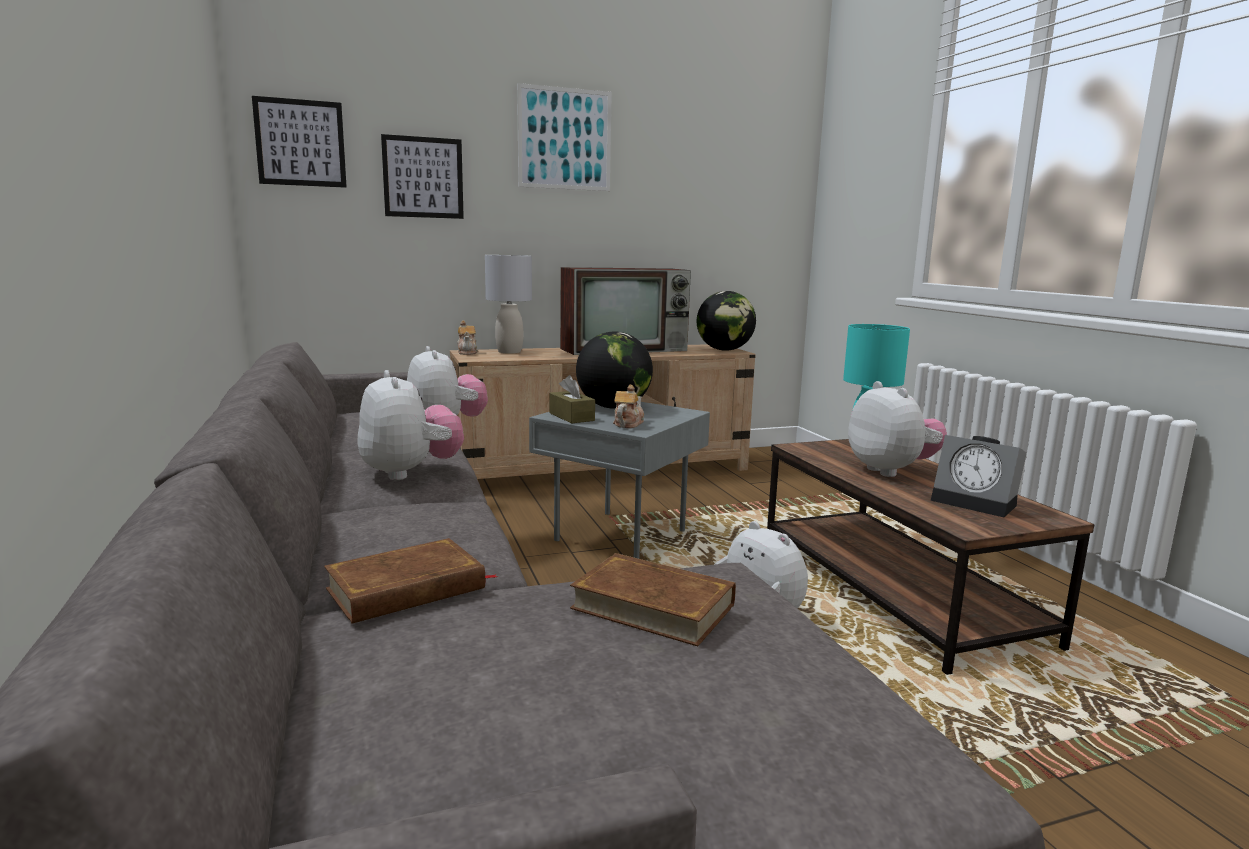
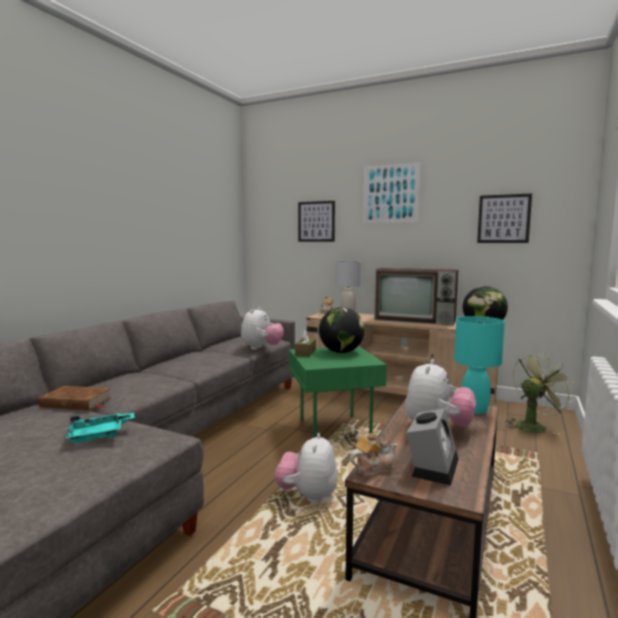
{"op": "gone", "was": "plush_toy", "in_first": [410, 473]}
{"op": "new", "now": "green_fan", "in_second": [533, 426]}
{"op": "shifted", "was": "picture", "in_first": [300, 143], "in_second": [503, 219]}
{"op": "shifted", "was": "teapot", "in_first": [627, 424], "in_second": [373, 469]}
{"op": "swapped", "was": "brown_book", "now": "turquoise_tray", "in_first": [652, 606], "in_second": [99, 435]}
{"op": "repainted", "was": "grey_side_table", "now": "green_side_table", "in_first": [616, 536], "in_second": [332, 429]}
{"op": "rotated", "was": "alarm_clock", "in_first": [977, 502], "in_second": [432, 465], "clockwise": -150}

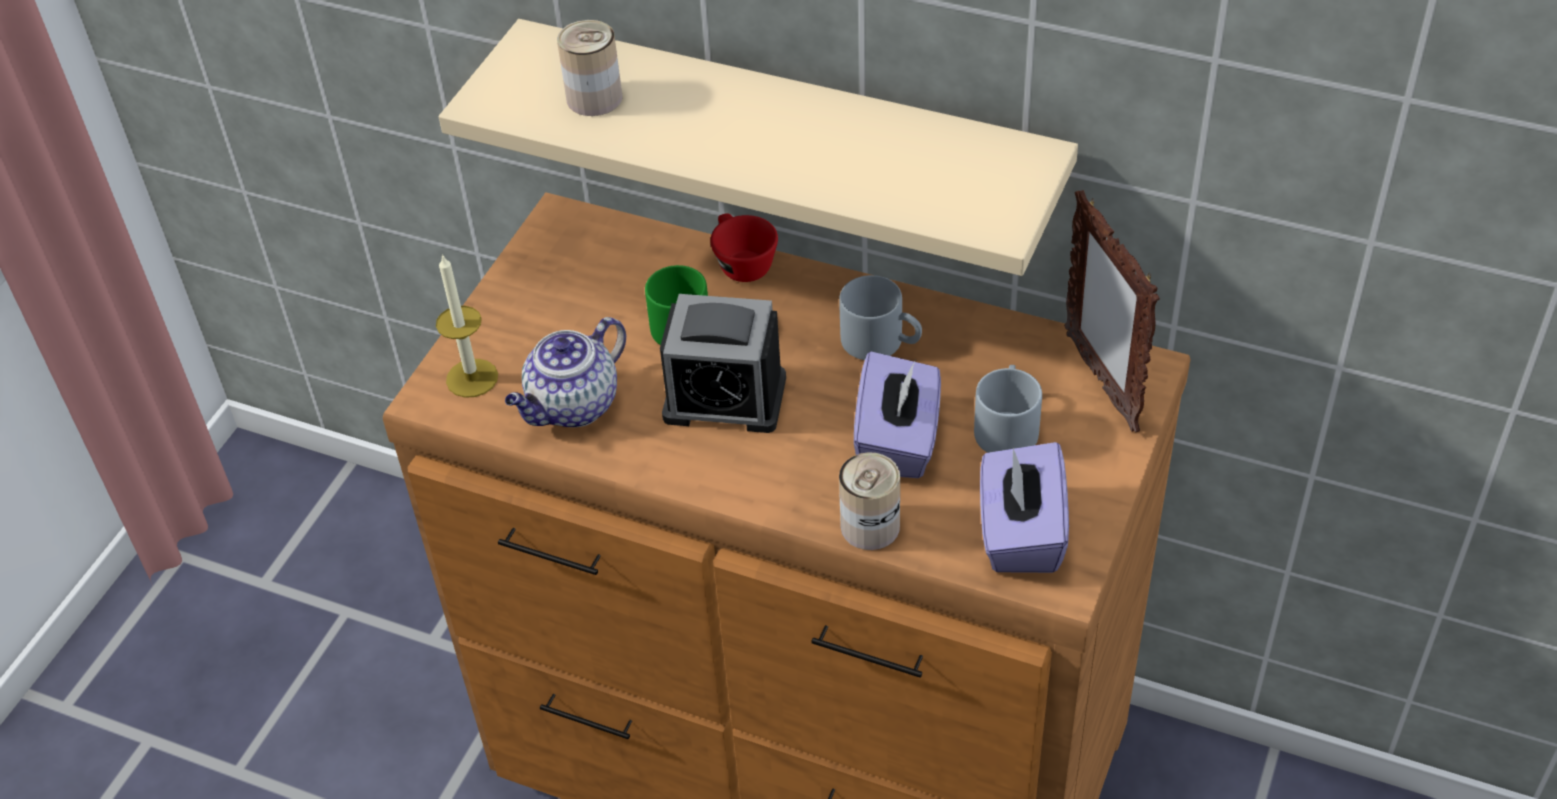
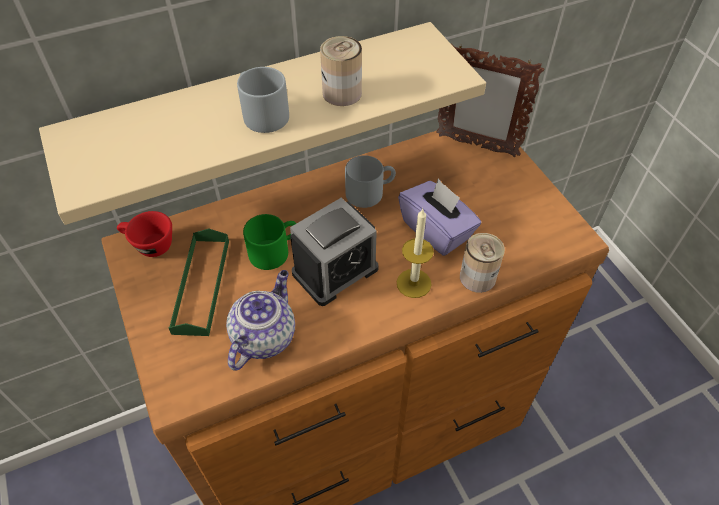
{"op": "gone", "was": "purple_tissue_box", "in_first": [1020, 534]}
{"op": "new", "now": "green_tray", "in_second": [201, 285]}
{"op": "shifted", "was": "candle", "in_first": [472, 378], "in_second": [413, 283]}
{"op": "shifted", "was": "can", "in_first": [594, 98], "in_second": [342, 93]}
{"op": "shifted", "was": "red_cup", "in_first": [741, 263], "in_second": [149, 245]}
{"op": "shifted", "was": "grey_mug", "in_first": [1005, 425], "in_second": [261, 113]}
{"op": "rotated", "was": "teapot", "in_first": [573, 407], "in_second": [264, 336], "clockwise": -150}

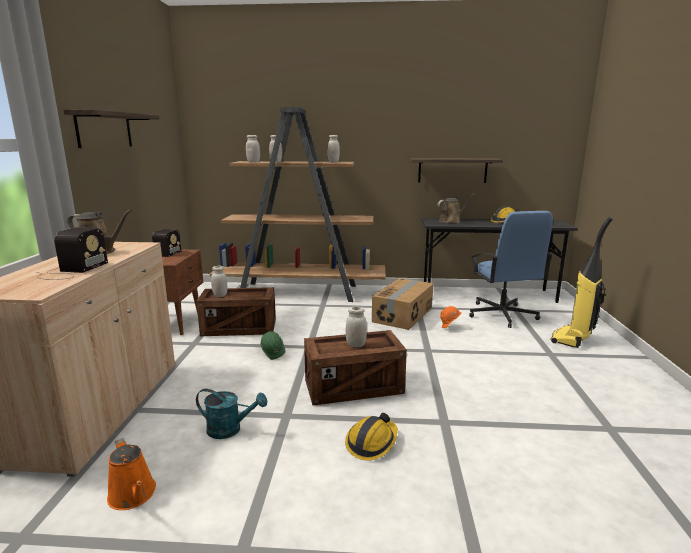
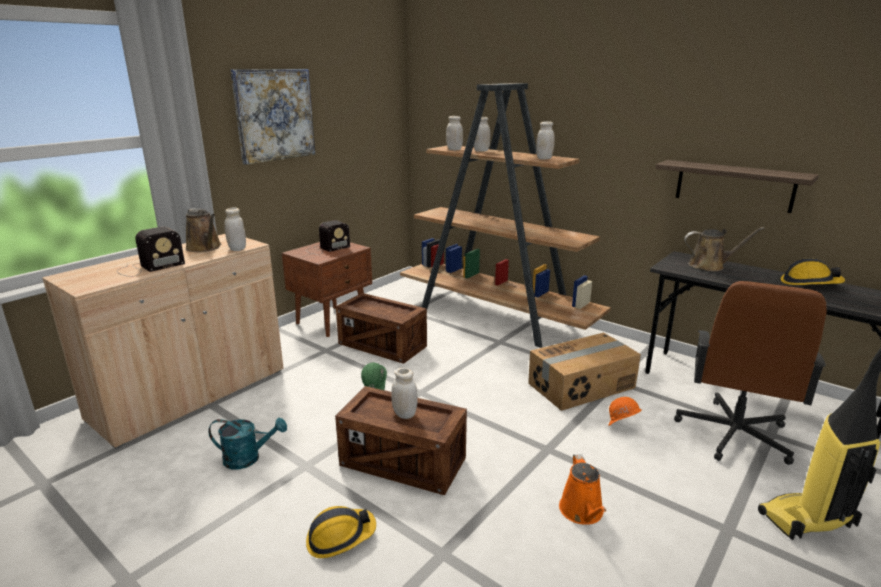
{"op": "shifted", "was": "orange_watering_can", "in_first": [133, 496], "in_second": [582, 512]}
{"op": "shifted", "was": "white_jar", "in_first": [220, 295], "in_second": [237, 249]}
{"op": "swapped", "was": "shelf", "now": "picture", "in_first": [104, 130], "in_second": [274, 115]}
{"op": "repainted", "was": "blue_office_chair", "now": "brown_office_chair", "in_first": [502, 315], "in_second": [733, 434]}
{"op": "rotated", "was": "turquoise_watering_can", "in_first": [230, 429], "in_second": [248, 458], "clockwise": -45}

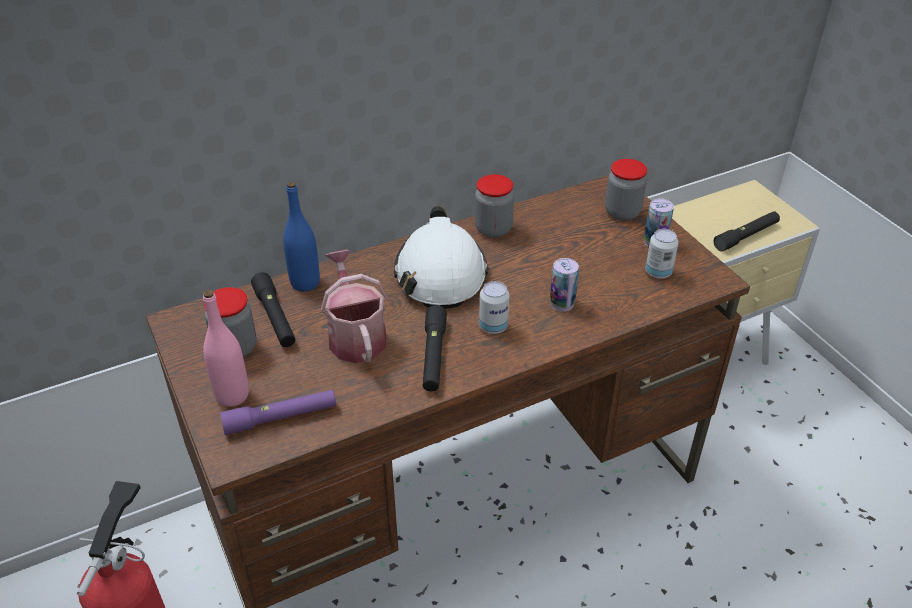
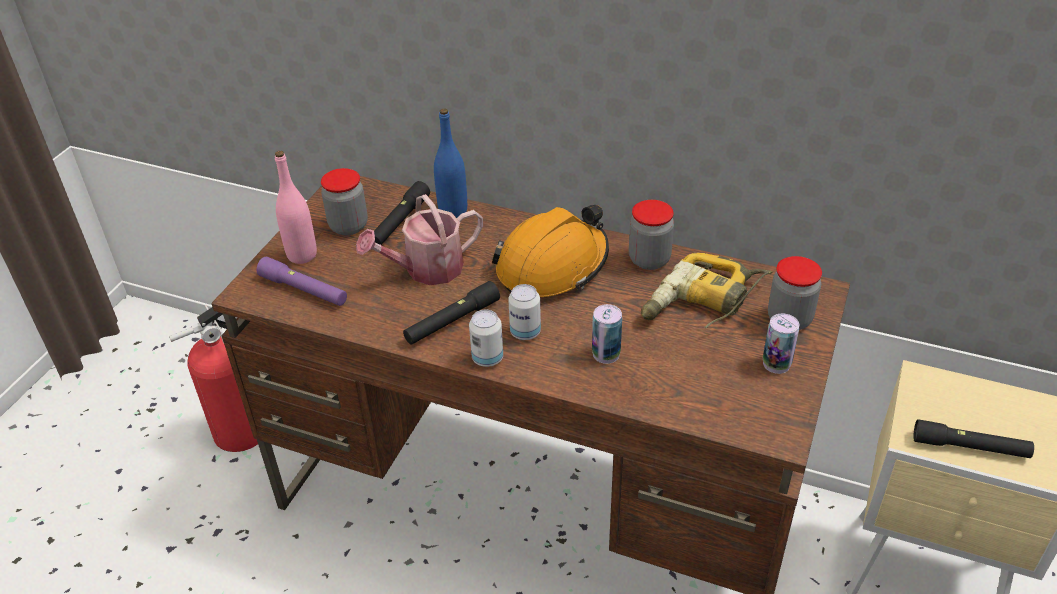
{"op": "new", "now": "power_drill", "in_second": [703, 304]}
{"op": "shifted", "was": "can", "in_first": [658, 272], "in_second": [487, 358]}
{"op": "repainted", "was": "white_hard_hat", "now": "orange_hard_hat", "in_first": [440, 273], "in_second": [552, 266]}
{"op": "rotated", "was": "watering_can", "in_first": [355, 335], "in_second": [426, 270], "clockwise": -150}

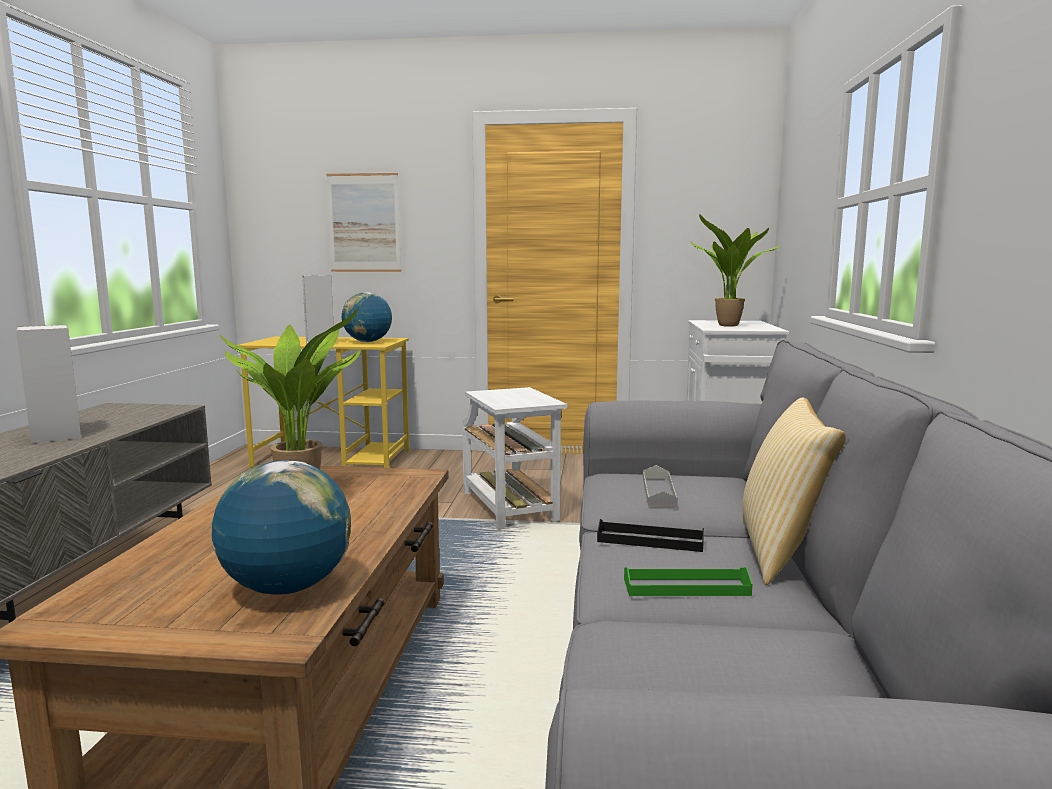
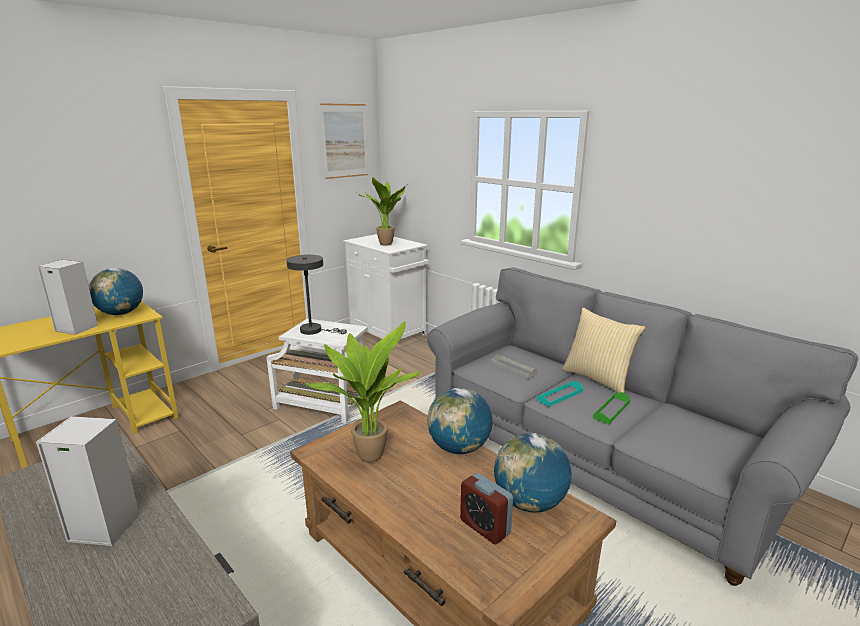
{"op": "new", "now": "grey_table_lamp", "in_second": [315, 330]}
{"op": "new", "now": "globe", "in_second": [459, 448]}
{"op": "new", "now": "alarm_clock", "in_second": [485, 527]}
{"op": "shifted", "was": "picture", "in_first": [364, 223], "in_second": [345, 141]}
{"op": "repainted", "was": "black_tray", "now": "turquoise_tray", "in_first": [650, 540], "in_second": [560, 395]}

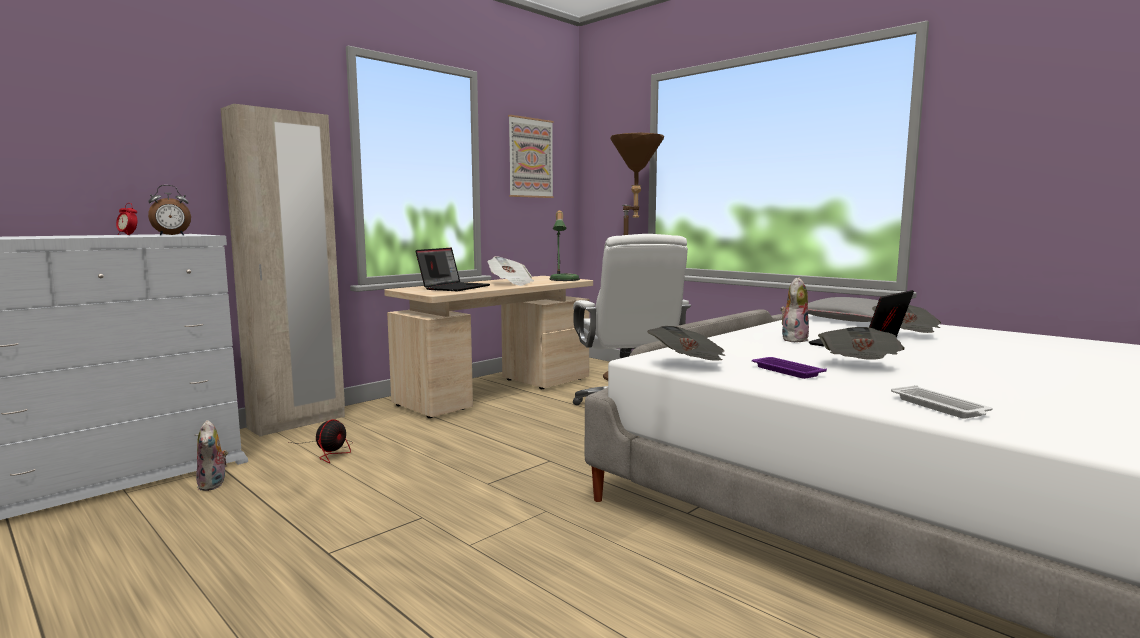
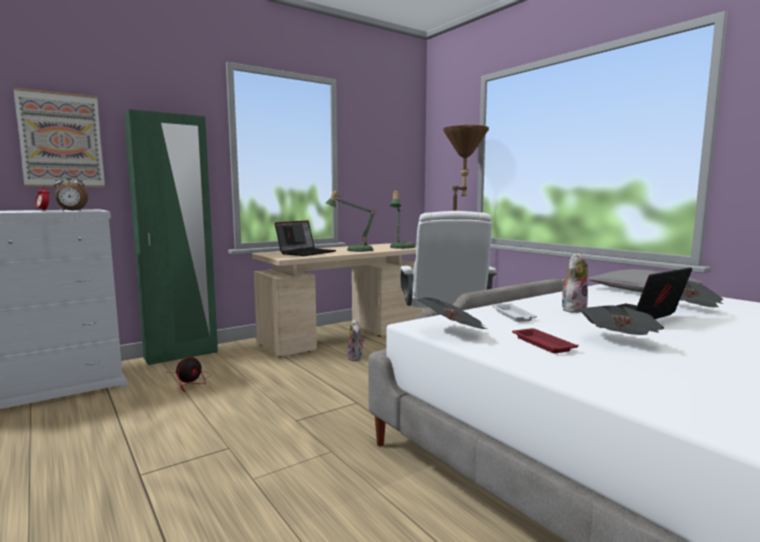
{"op": "shifted", "was": "plush_toy", "in_first": [214, 484], "in_second": [356, 358]}
{"op": "shifted", "was": "picture", "in_first": [530, 158], "in_second": [61, 140]}
{"op": "shifted", "was": "white_tray", "in_first": [940, 407], "in_second": [513, 316]}
{"op": "swapped", "was": "newspaper", "now": "table_lamp", "in_first": [511, 283], "in_second": [355, 250]}
{"op": "repainted", "was": "beige_wardrobe", "now": "green_wardrobe", "in_first": [297, 422], "in_second": [181, 355]}
{"op": "repainted", "was": "purple_tray", "now": "red_tray", "in_first": [786, 371], "in_second": [541, 344]}

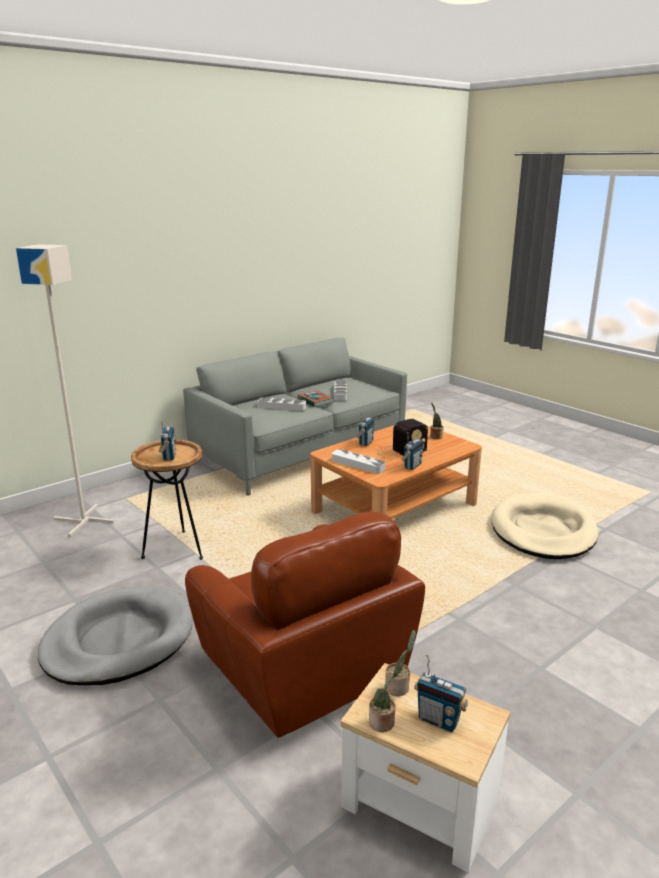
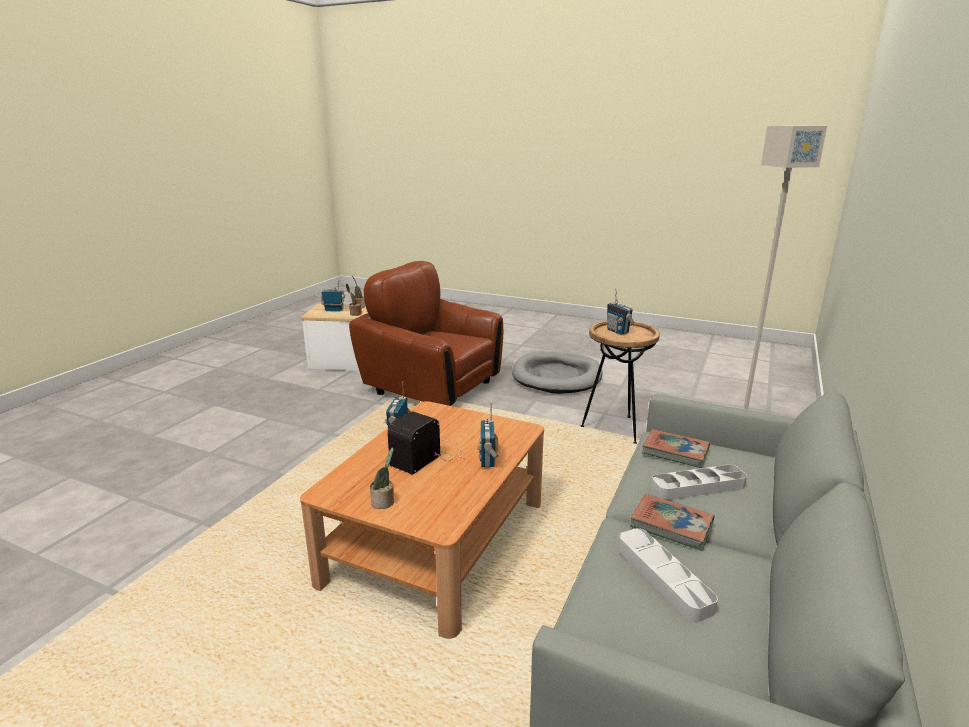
{"op": "gone", "was": "grey_tray", "in_first": [358, 464]}
{"op": "gone", "was": "beige_dog_bed", "in_first": [542, 531]}
{"op": "new", "now": "book", "in_second": [675, 452]}

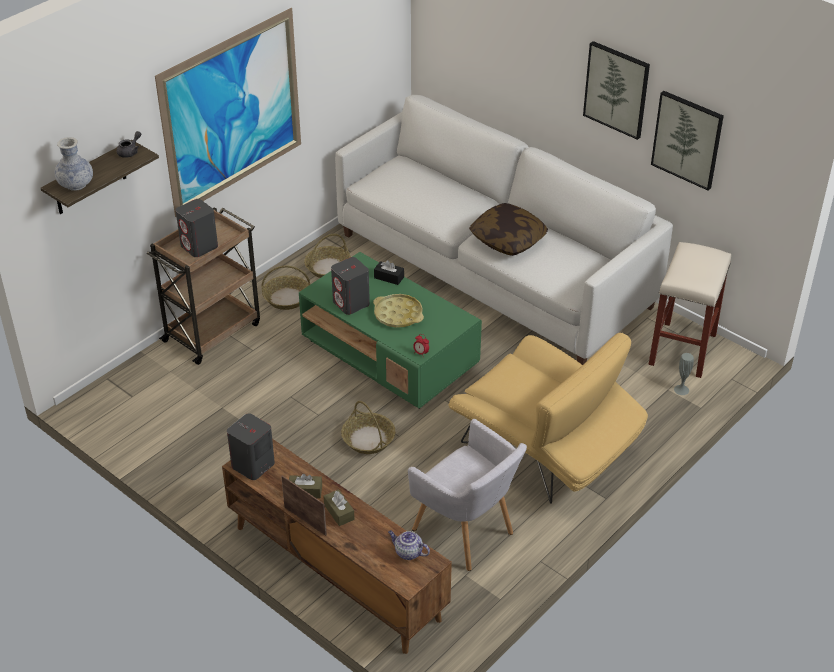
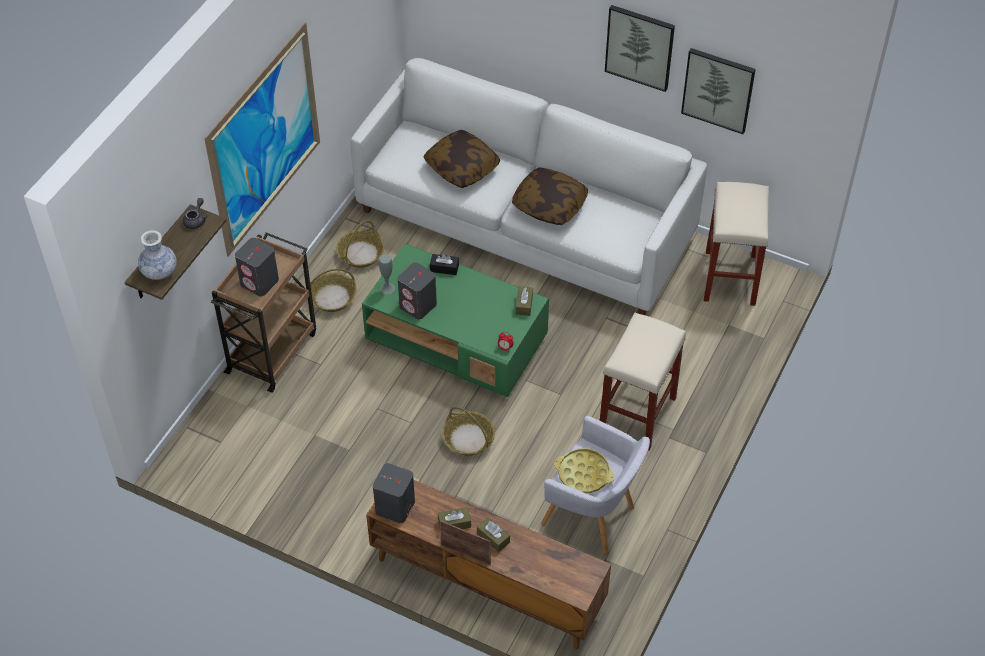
{"op": "gone", "was": "teapot", "in_first": [408, 552]}
{"op": "new", "now": "pillow", "in_second": [462, 168]}
{"op": "new", "now": "brown_tissue_box", "in_second": [524, 304]}
{"op": "shifted", "was": "yellow_tray", "in_first": [398, 314], "in_second": [583, 474]}
{"op": "shifted", "was": "grey_vase", "in_first": [681, 390], "in_second": [387, 288]}
{"op": "swapped", "was": "yellow_armchair", "now": "beige_stool", "in_first": [546, 451], "in_second": [637, 415]}

